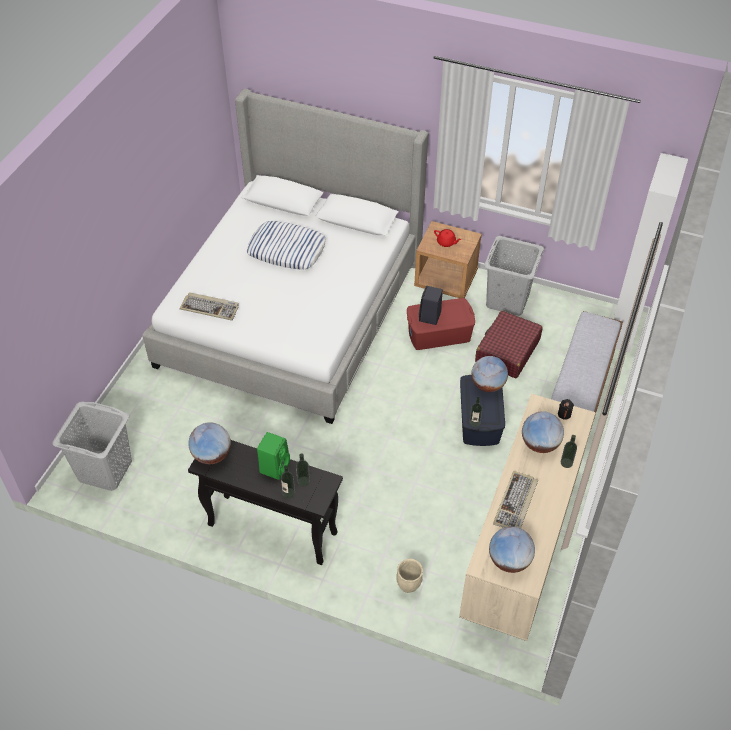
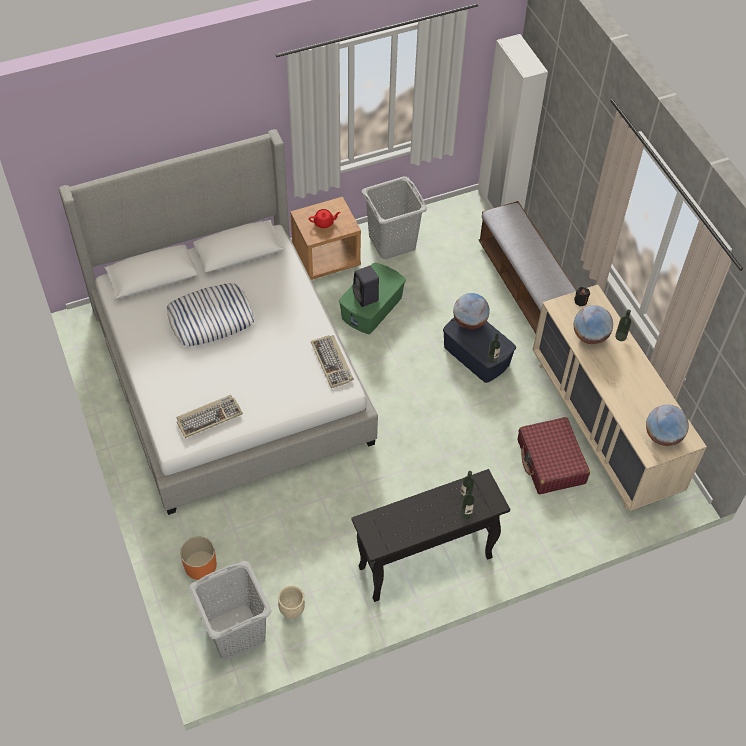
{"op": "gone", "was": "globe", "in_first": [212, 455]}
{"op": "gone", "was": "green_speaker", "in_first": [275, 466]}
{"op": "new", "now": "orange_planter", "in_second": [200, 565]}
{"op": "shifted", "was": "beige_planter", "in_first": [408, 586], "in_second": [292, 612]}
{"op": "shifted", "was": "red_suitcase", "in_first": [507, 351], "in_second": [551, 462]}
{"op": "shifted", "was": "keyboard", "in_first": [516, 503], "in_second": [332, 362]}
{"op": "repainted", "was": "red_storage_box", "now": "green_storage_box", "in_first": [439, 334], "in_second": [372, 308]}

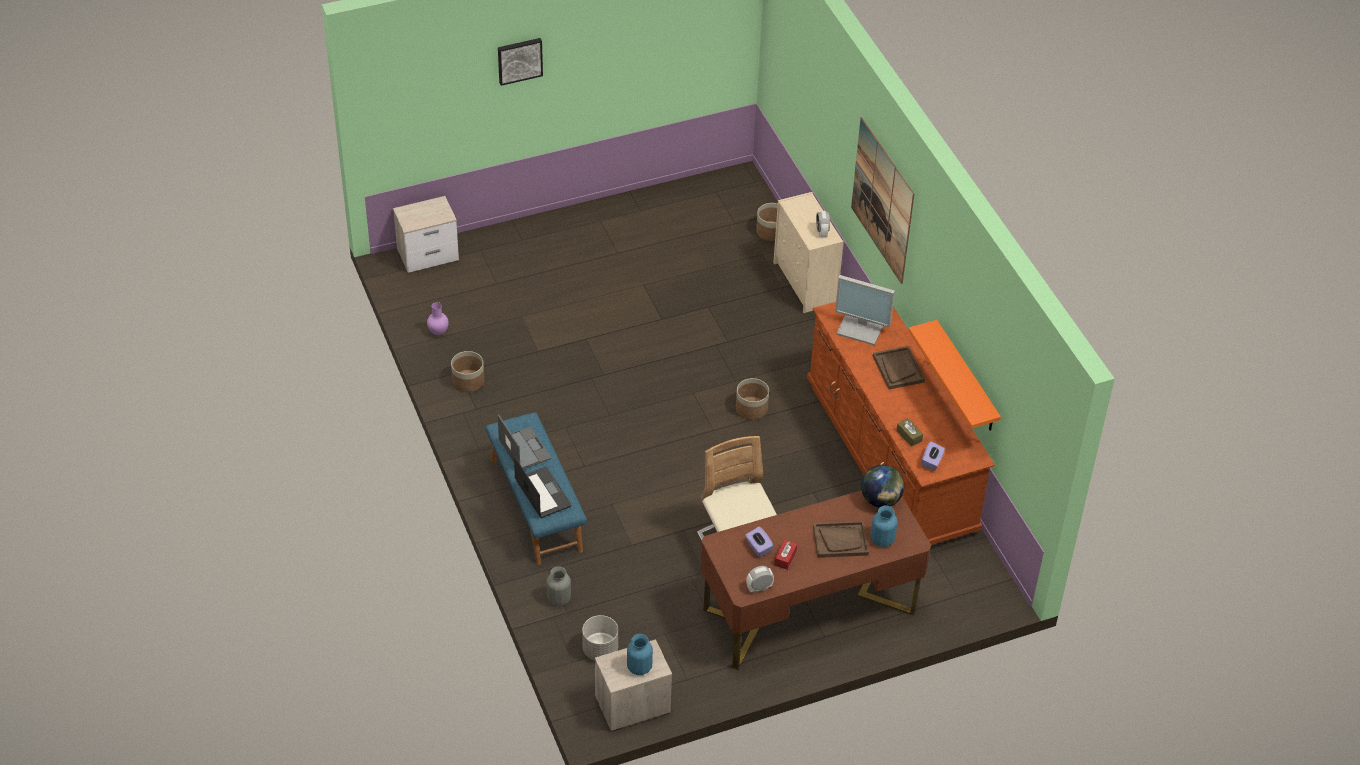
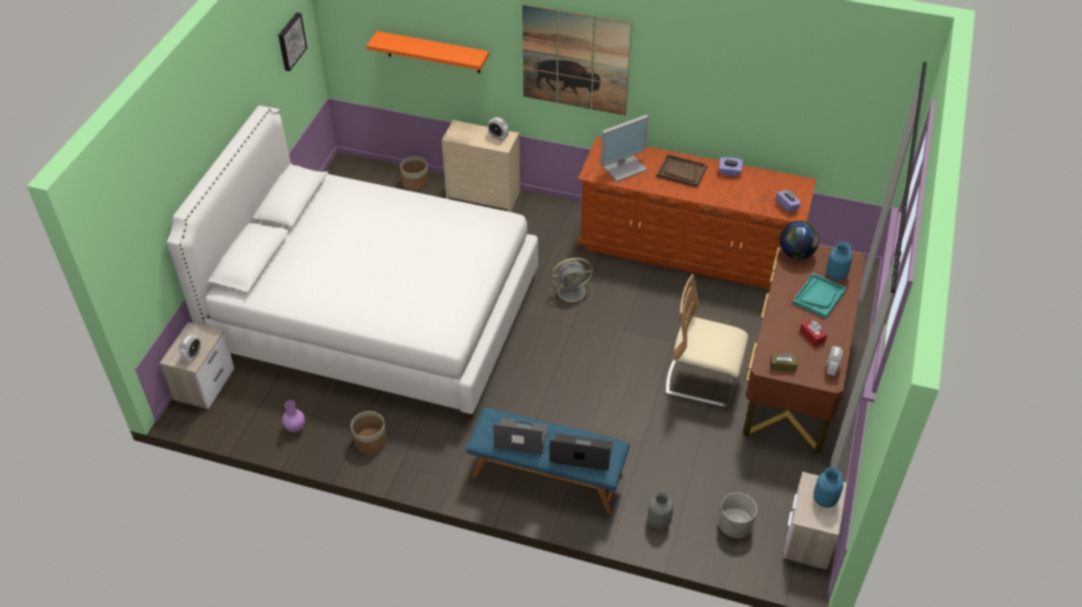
{"op": "new", "now": "white_bed", "in_second": [375, 314]}
{"op": "new", "now": "alarm_clock", "in_second": [192, 356]}
{"op": "shifted", "was": "picture", "in_first": [519, 60], "in_second": [290, 41]}
{"op": "shifted", "was": "purple_tissue_box", "in_first": [758, 547], "in_second": [729, 172]}
{"op": "shifted", "was": "brown_tissue_box", "in_first": [909, 436], "in_second": [782, 366]}
{"op": "shifted", "was": "orange_shelf", "in_first": [966, 378], "in_second": [433, 52]}
{"op": "swapped", "was": "planter", "now": "grey_fan", "in_first": [752, 408], "in_second": [572, 292]}
{"op": "repainted", "was": "brown_tray", "now": "turquoise_tray", "in_first": [840, 540], "in_second": [819, 296]}

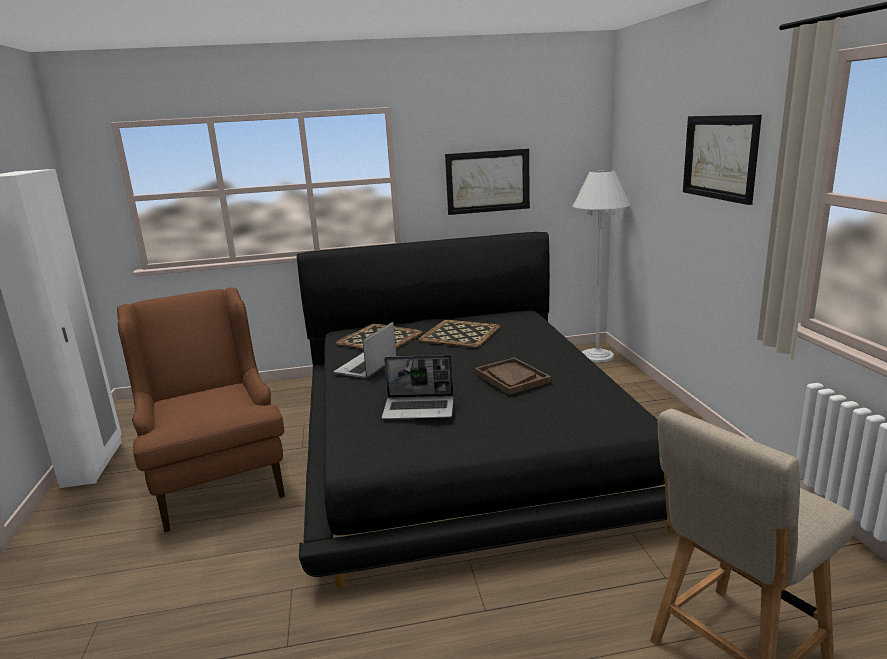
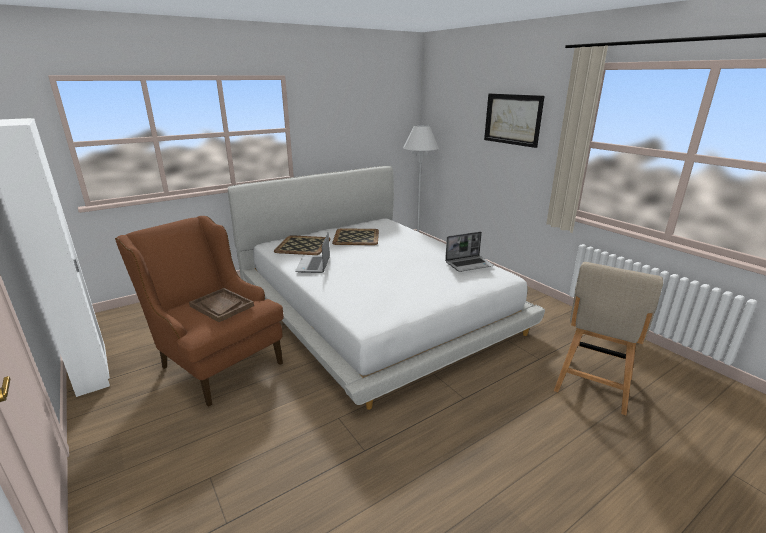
{"op": "gone", "was": "picture", "in_first": [487, 181]}
{"op": "shifted", "was": "laptop", "in_first": [420, 409], "in_second": [469, 264]}
{"op": "shifted", "was": "brown_tray", "in_first": [511, 377], "in_second": [221, 306]}
{"op": "repainted", "was": "black_bed", "now": "white_bed", "in_first": [462, 440], "in_second": [375, 306]}

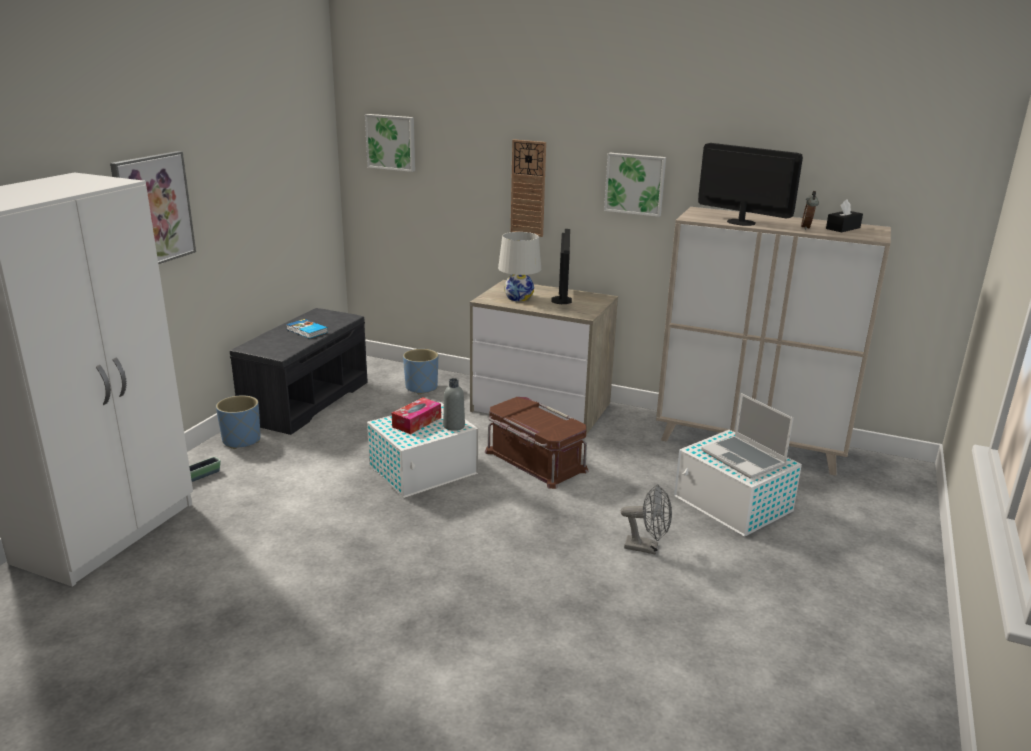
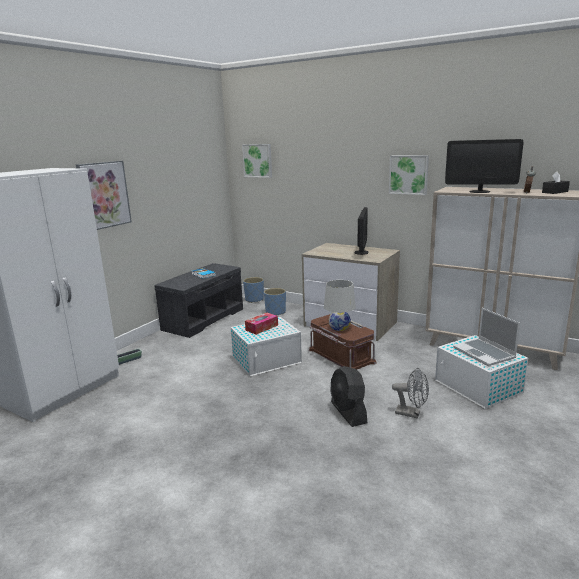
{"op": "gone", "was": "grey_bottle", "in_first": [454, 426]}
{"op": "gone", "was": "wall_clock", "in_first": [528, 188]}
{"op": "new", "now": "black_fan", "in_second": [348, 412]}
{"op": "shifted", "was": "blue_planter", "in_first": [242, 440], "in_second": [254, 299]}
{"op": "shifted", "was": "white_table_lamp", "in_first": [518, 297], "in_second": [339, 327]}
{"op": "rotated", "was": "monitor", "in_first": [741, 222], "in_second": [480, 191], "clockwise": 150}

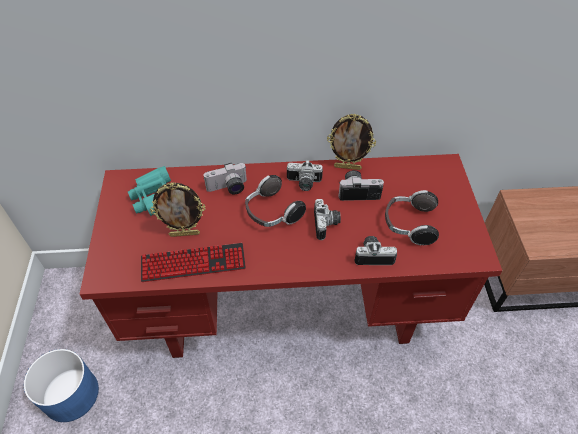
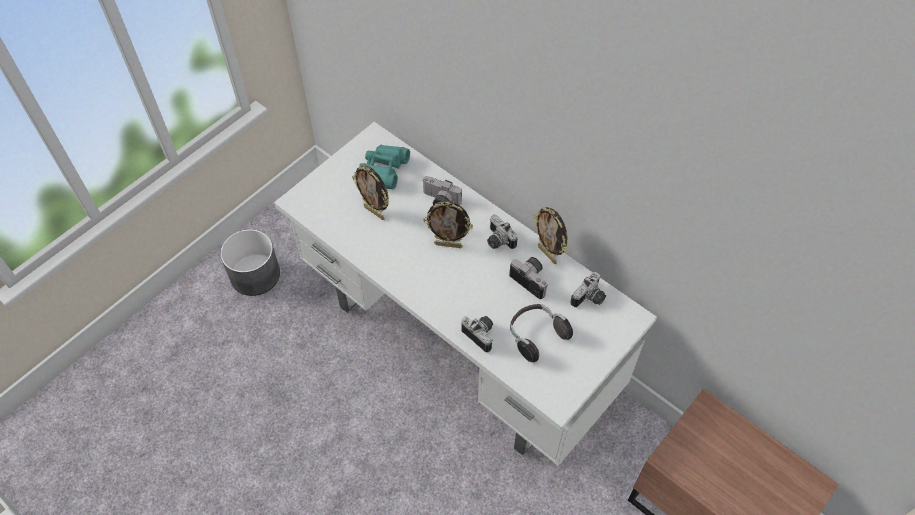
{"op": "gone", "was": "keyboard", "in_first": [193, 263]}
{"op": "shifted", "was": "photo_camera", "in_first": [327, 225], "in_second": [590, 299]}
{"op": "swapped", "was": "headphones", "now": "picture_frame", "in_first": [272, 213], "in_second": [448, 245]}
{"op": "repainted", "was": "blue_planter", "now": "grey_planter", "in_first": [70, 394], "in_second": [255, 274]}
{"op": "repainted", "was": "red_desk", "now": "white_desk", "in_first": [289, 309], "in_second": [459, 345]}

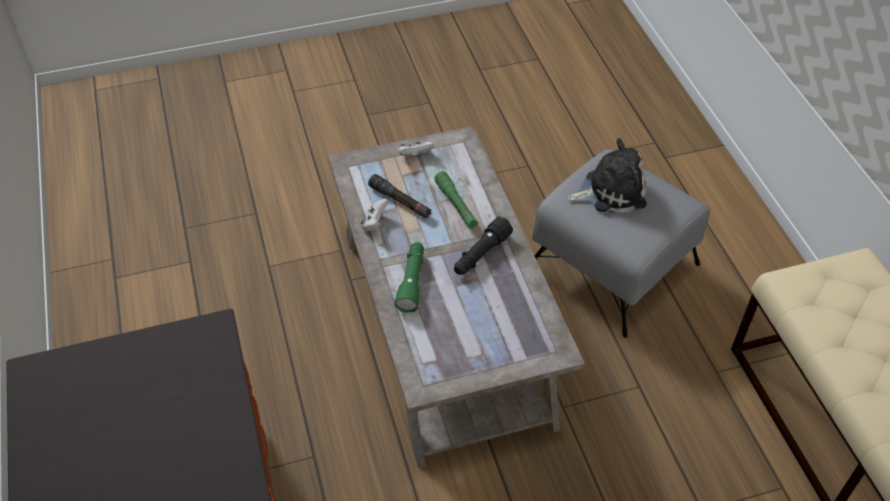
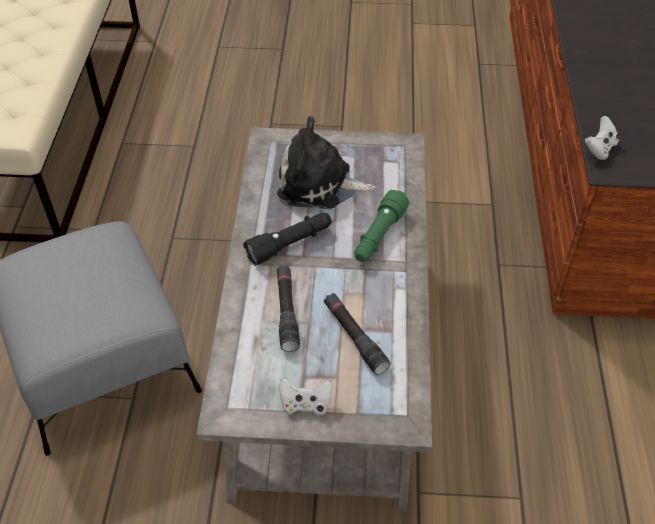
{"op": "shifted", "was": "white_game_controller", "in_first": [375, 223], "in_second": [599, 149]}
{"op": "shifted", "was": "plush_toy", "in_first": [610, 191], "in_second": [319, 184]}
{"op": "repainted", "was": "green_flashlight", "now": "black_flashlight", "in_first": [456, 205], "in_second": [287, 312]}

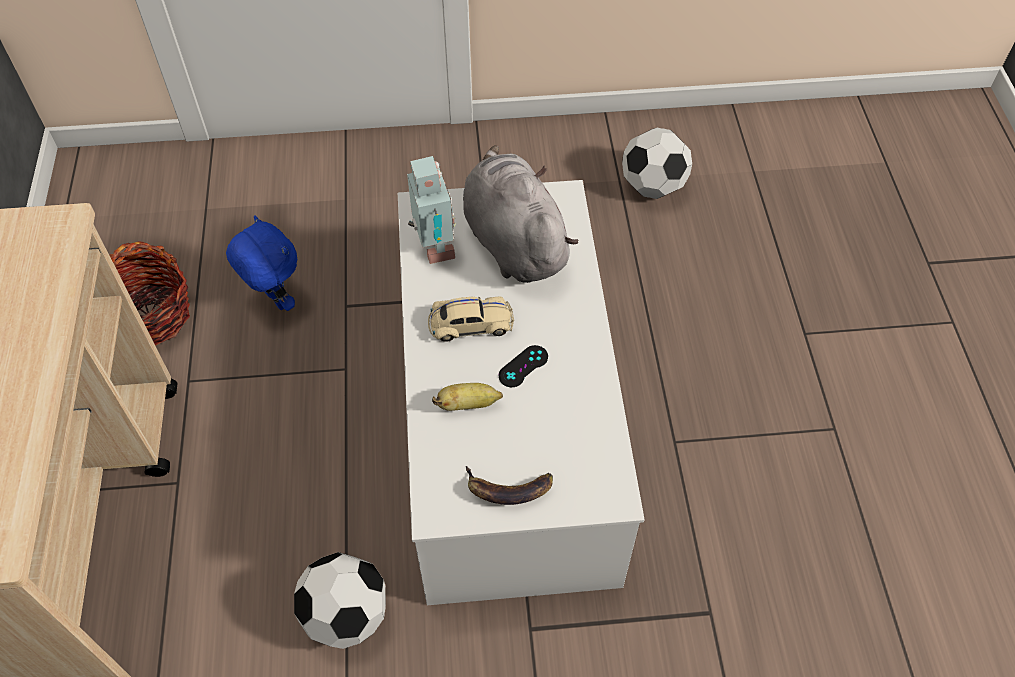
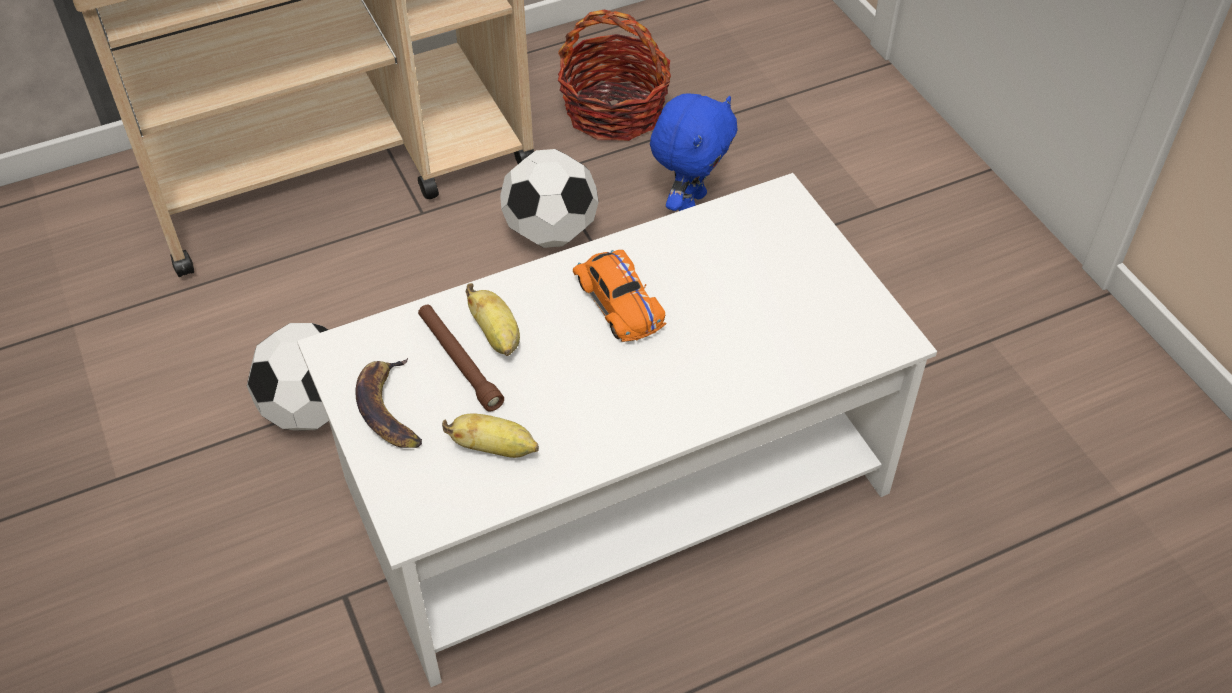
{"op": "gone", "was": "toy_robot", "in_first": [434, 249]}
{"op": "gone", "was": "grey_plush_toy", "in_first": [513, 241]}
{"op": "gone", "was": "black_game_controller", "in_first": [523, 366]}
{"op": "new", "now": "brown_flashlight", "in_second": [459, 362]}
{"op": "new", "now": "banana", "in_second": [495, 448]}
{"op": "shifted", "was": "football", "in_first": [652, 187], "in_second": [551, 232]}
{"op": "repainted", "was": "beige_toy_car", "now": "orange_toy_car", "in_first": [471, 324], "in_second": [619, 303]}

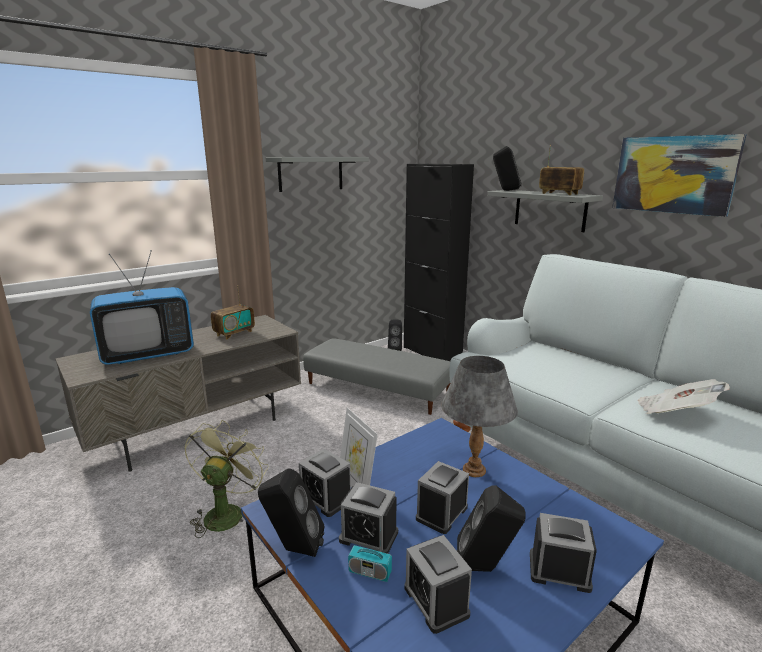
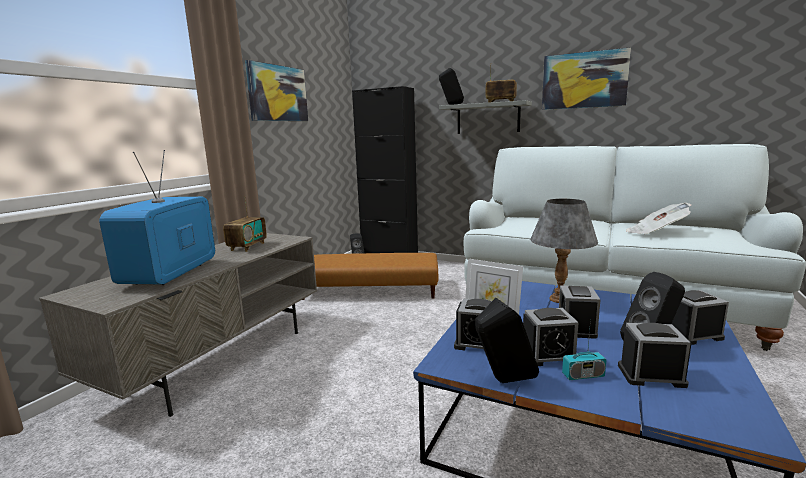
{"op": "gone", "was": "green_fan", "in_first": [226, 512]}
{"op": "swapped", "was": "grey_shelf", "now": "picture", "in_first": [311, 173], "in_second": [277, 93]}
{"op": "repainted", "was": "grey_ottoman", "now": "brown_ottoman", "in_first": [378, 388], "in_second": [370, 290]}
{"op": "rotated", "was": "television", "in_first": [148, 354], "in_second": [171, 274], "clockwise": 150}
{"op": "rotated", "was": "alarm_clock", "in_first": [436, 601], "in_second": [651, 375], "clockwise": 150}

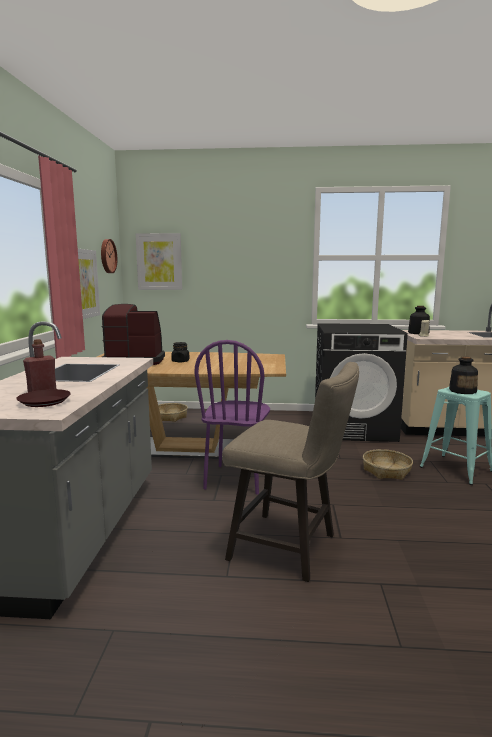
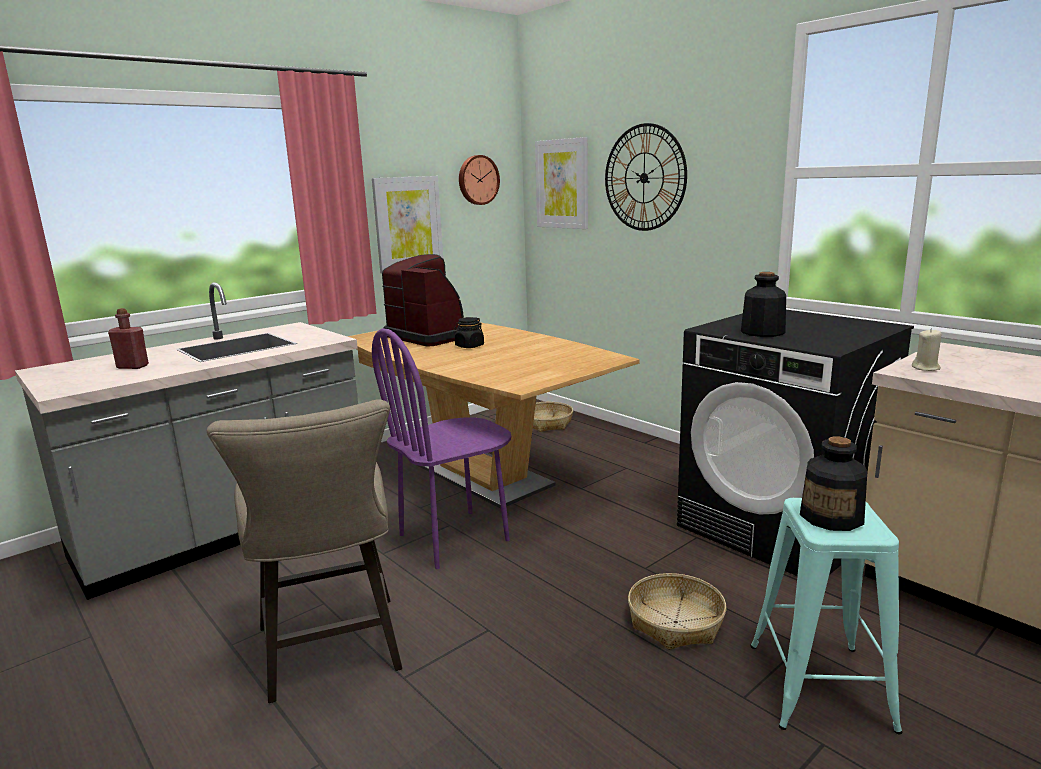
{"op": "gone", "was": "brown_plate", "in_first": [45, 402]}
{"op": "new", "now": "wall_clock", "in_second": [644, 178]}
{"op": "shifted", "was": "bottle", "in_first": [418, 333], "in_second": [762, 332]}

